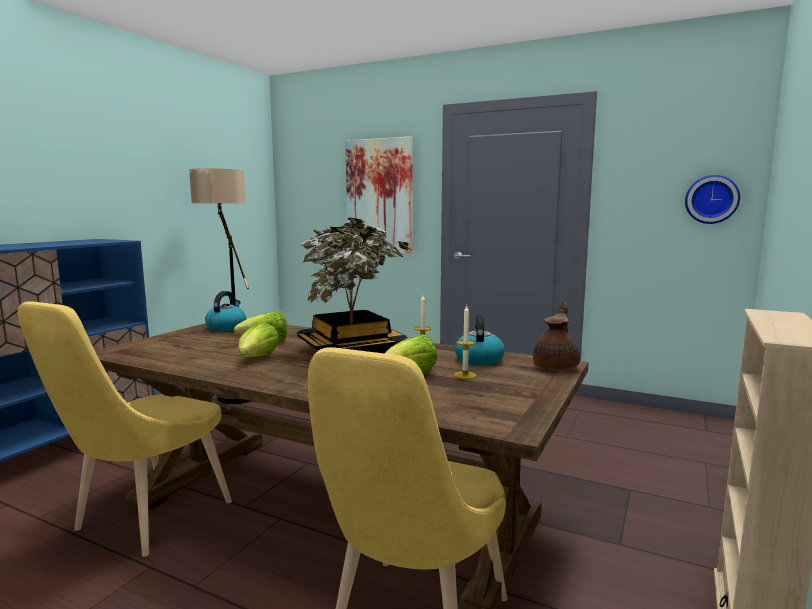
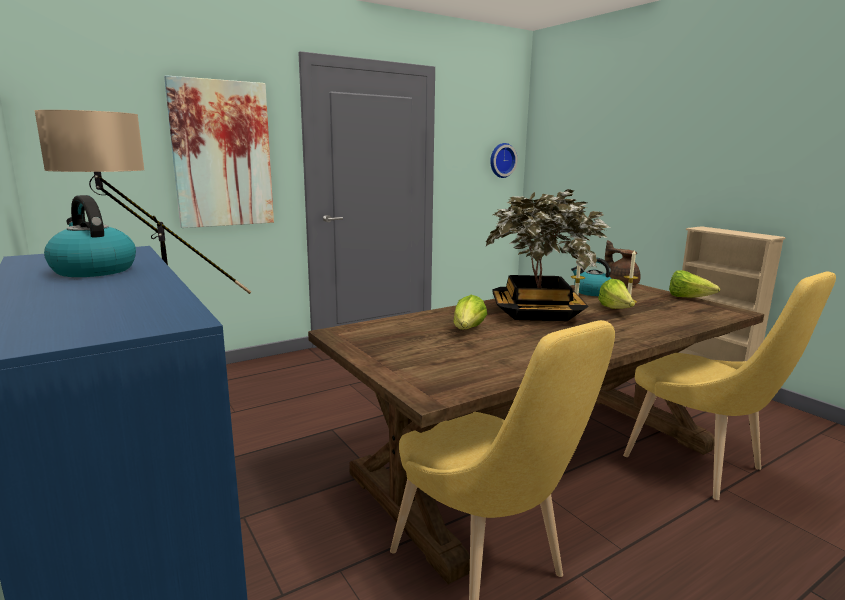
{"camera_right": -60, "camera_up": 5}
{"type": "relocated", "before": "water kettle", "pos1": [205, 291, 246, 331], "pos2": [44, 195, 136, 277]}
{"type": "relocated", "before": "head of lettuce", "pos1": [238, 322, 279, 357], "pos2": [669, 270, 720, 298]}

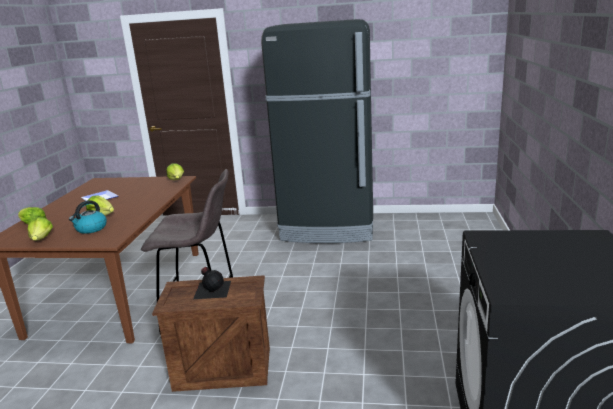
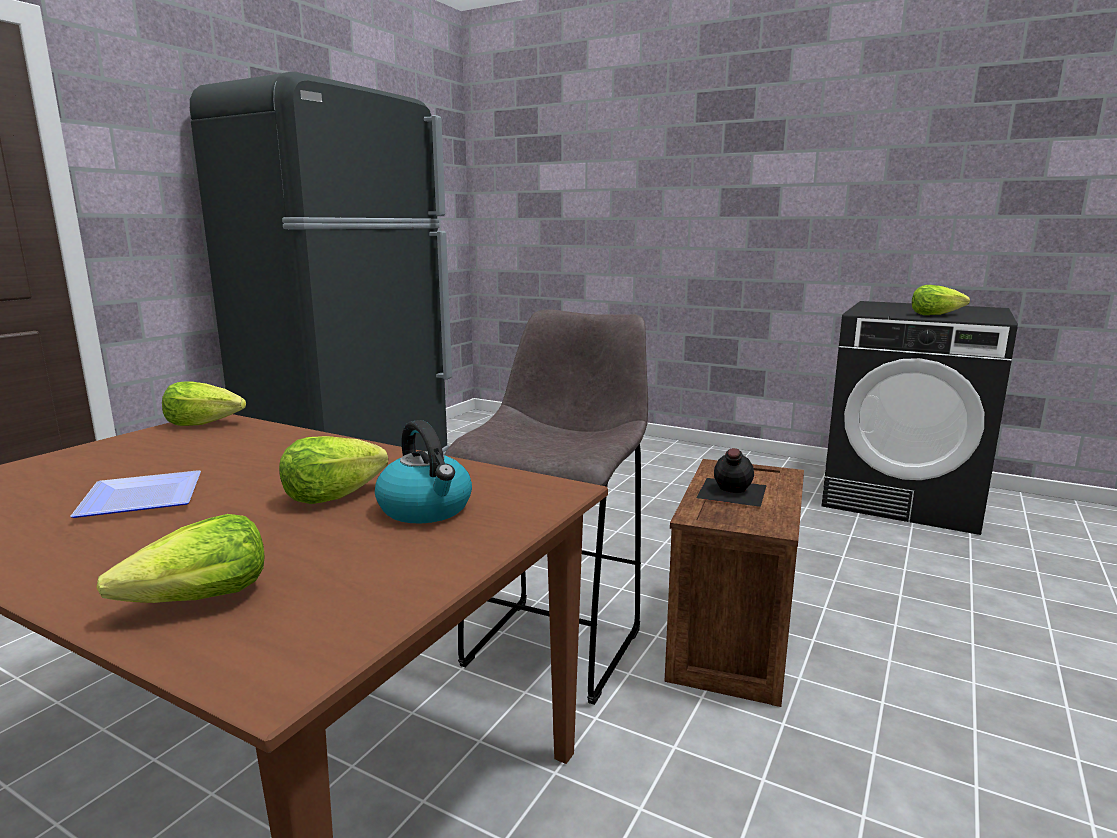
{"camera_right": -70, "camera_up": -5}
{"type": "relocated", "before": "head of lettuce", "pos1": [28, 217, 53, 241], "pos2": [912, 285, 970, 315]}

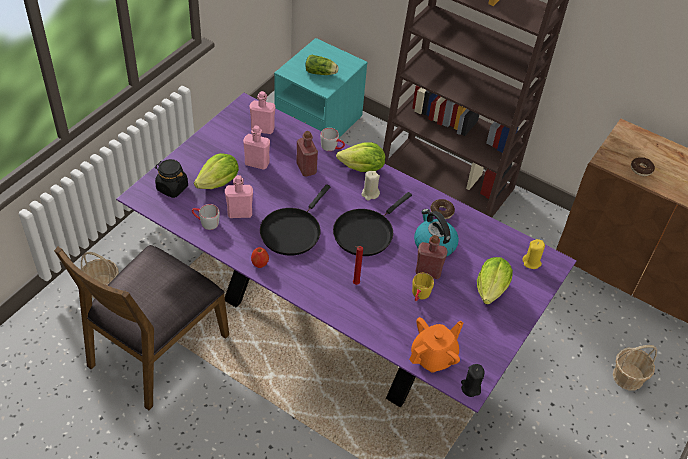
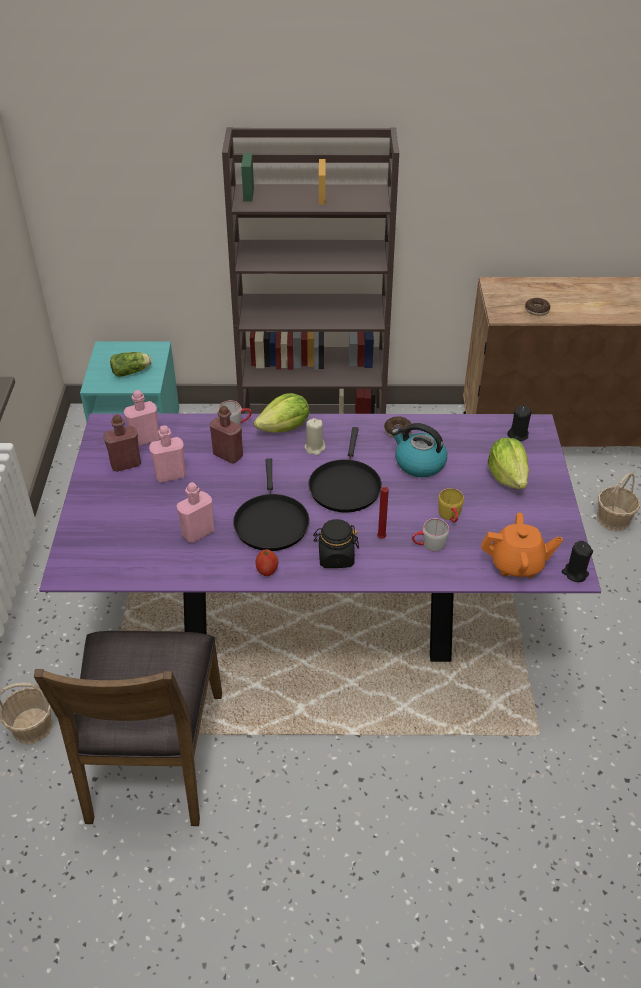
{"camera_right": -30, "camera_up": -5}
{"type": "relocated", "before": "reddish bottle", "pos1": [415, 235, 448, 279], "pos2": [103, 415, 141, 472]}
{"type": "relocated", "before": "blackish jar", "pos1": [155, 159, 188, 198], "pos2": [313, 519, 359, 568]}
{"type": "relocated", "before": "greyish mug", "pos1": [192, 204, 220, 230], "pos2": [412, 518, 449, 552]}
{"type": "spun", "before": "orange-coloured pot for tea", "pos1": [409, 317, 463, 373], "pos2": [481, 512, 563, 578], "turn": 75}
{"type": "colour", "before": "yellowish candle", "after": "blackish candle", "pos1": [523, 239, 545, 269], "pos2": [507, 405, 532, 441]}
{"type": "missing", "before": "head of lettuce", "pos1": [194, 153, 239, 189]}

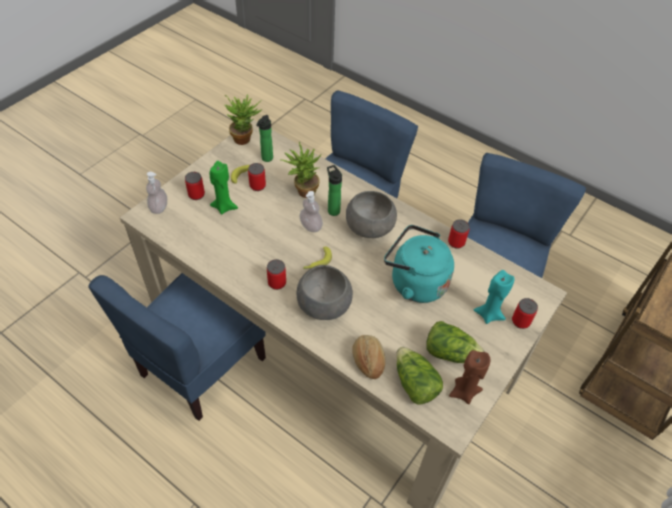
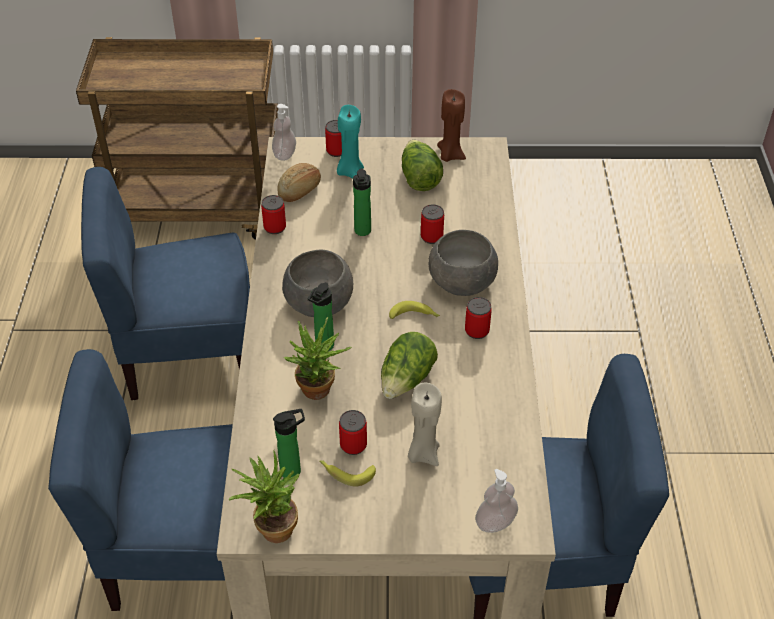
{"camera_right": -125, "camera_up": -5}
{"type": "relocated", "before": "soap dispenser", "pos1": [300, 191, 323, 232], "pos2": [272, 104, 296, 161]}
{"type": "relocated", "before": "bakery bread", "pos1": [352, 335, 385, 379], "pos2": [278, 163, 321, 202]}
{"type": "exchanged", "before": "turquoise-coloured water kettle", "after": "bottle", "pos1": [384, 225, 454, 303], "pos2": [353, 168, 371, 236]}
{"type": "relocated", "before": "head of lettuce", "pos1": [396, 346, 443, 405], "pos2": [381, 332, 438, 399]}
{"type": "colour", "before": "green-coloured candle", "after": "sand-coloured candle", "pos1": [210, 161, 238, 215], "pos2": [408, 383, 442, 466]}
{"type": "relocated", "before": "can", "pos1": [185, 172, 205, 200], "pos2": [421, 204, 444, 244]}

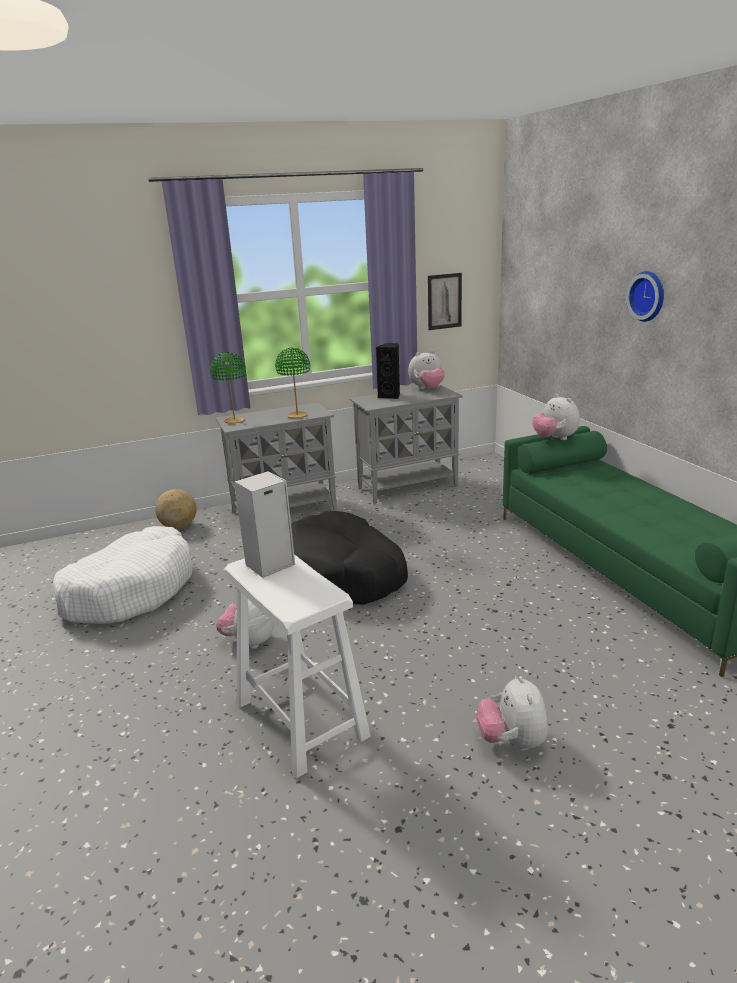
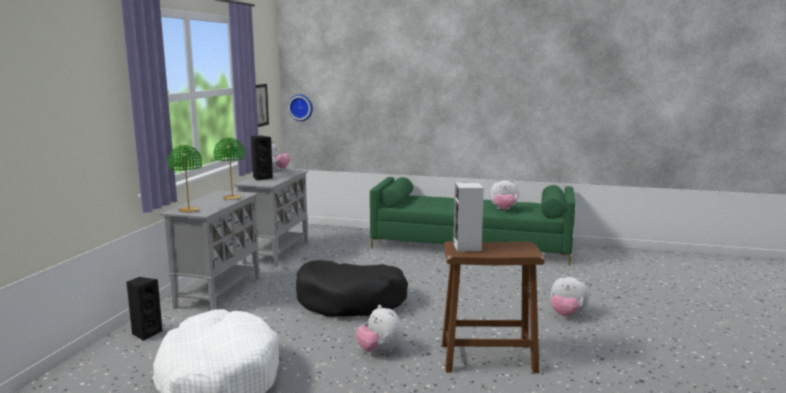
{"camera_right": -55, "camera_up": -10}
{"type": "exchanged", "before": "globe", "after": "blackish audio speaker", "pos1": [155, 489, 197, 529], "pos2": [126, 277, 163, 341]}
{"type": "relocated", "before": "hanging clock", "pos1": [626, 271, 664, 322], "pos2": [288, 94, 313, 121]}
{"type": "colour", "before": "white sitting stool", "after": "brown-coloured sitting stool", "pos1": [223, 554, 371, 778], "pos2": [442, 241, 544, 373]}
{"type": "relocated", "before": "cuddly toy", "pos1": [532, 394, 580, 440], "pos2": [490, 179, 519, 210]}

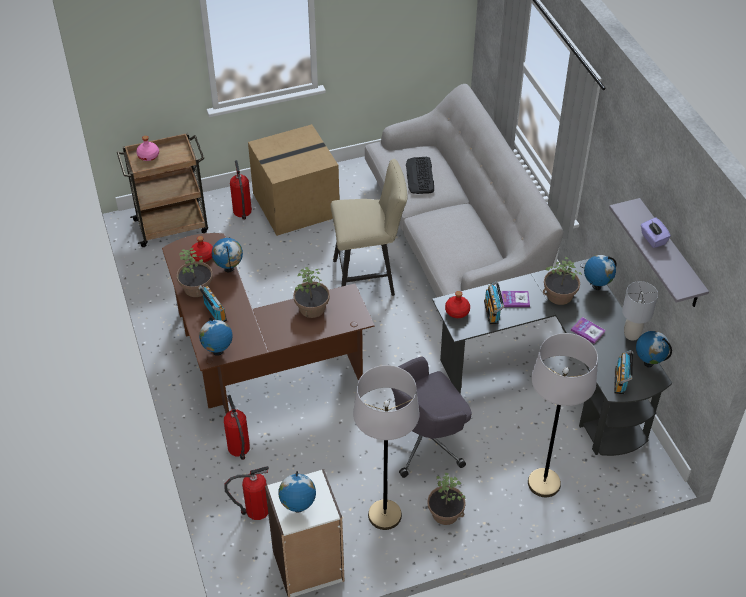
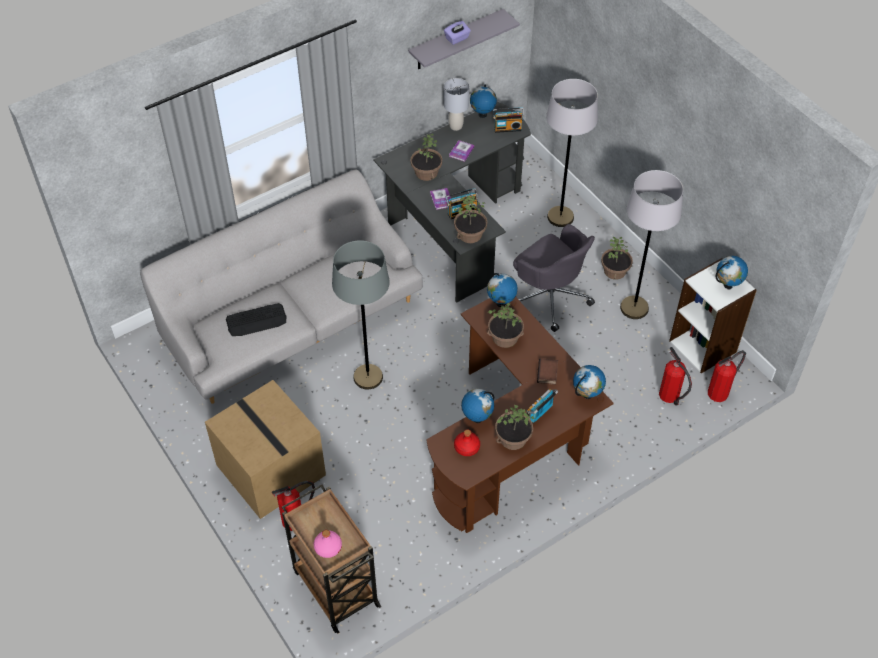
{"camera_right": -105, "camera_up": 5}
{"type": "exchanged", "before": "sand-coloured sitting stool", "after": "greyish floor lamp", "pos1": [331, 159, 407, 296], "pos2": [332, 240, 390, 389]}
{"type": "exchanged", "before": "reddish bottle", "after": "potted plant", "pos1": [445, 291, 470, 318], "pos2": [454, 196, 487, 243]}
{"type": "relocated", "before": "globe", "pos1": [584, 255, 616, 290], "pos2": [487, 273, 518, 307]}
{"type": "appeared", "after": "volume", "pos2": [537, 358, 558, 385]}
{"type": "relocated", "before": "extinguisher", "pos1": [224, 395, 250, 460], "pos2": [708, 350, 746, 402]}

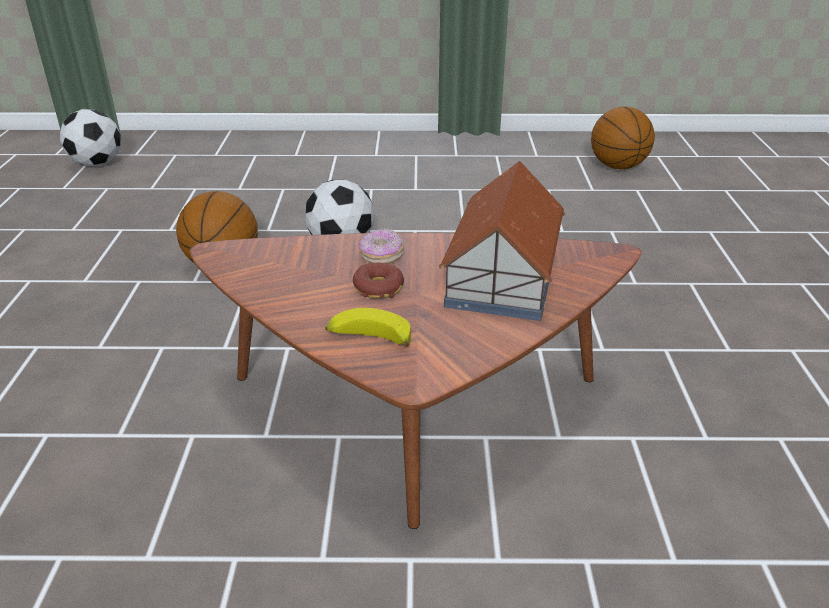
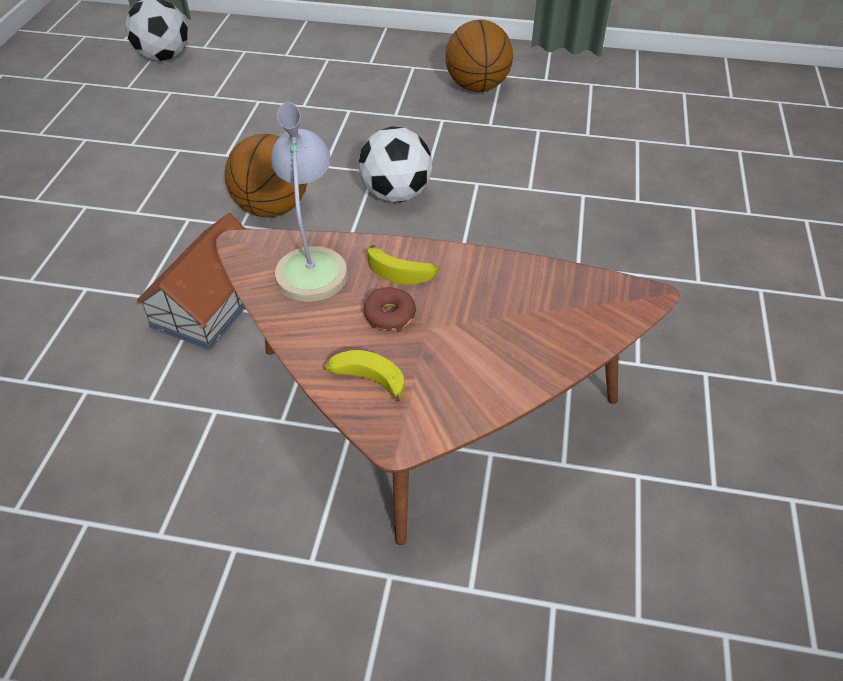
{"camera_right": 10, "camera_up": 15}
{"type": "relocated", "before": "model house", "pos1": [439, 161, 565, 321], "pos2": [135, 213, 246, 350]}
{"type": "appeared", "after": "table lamp", "pos2": [271, 102, 348, 302]}
{"type": "exchanged", "before": "doughnut", "after": "banana fruit", "pos1": [358, 229, 404, 264], "pos2": [367, 245, 440, 285]}
{"type": "relocated", "before": "basketball ball", "pos1": [591, 107, 655, 169], "pos2": [445, 20, 513, 92]}

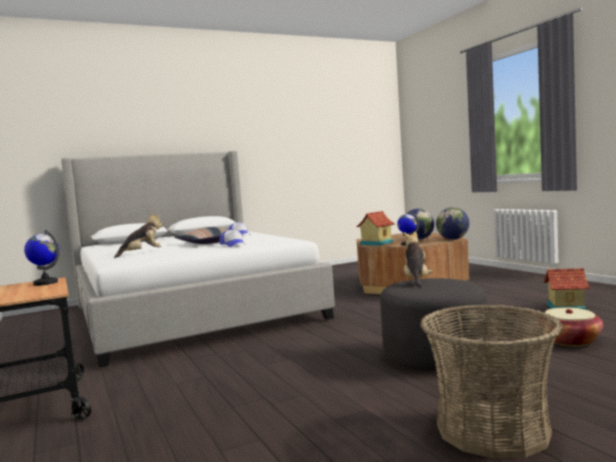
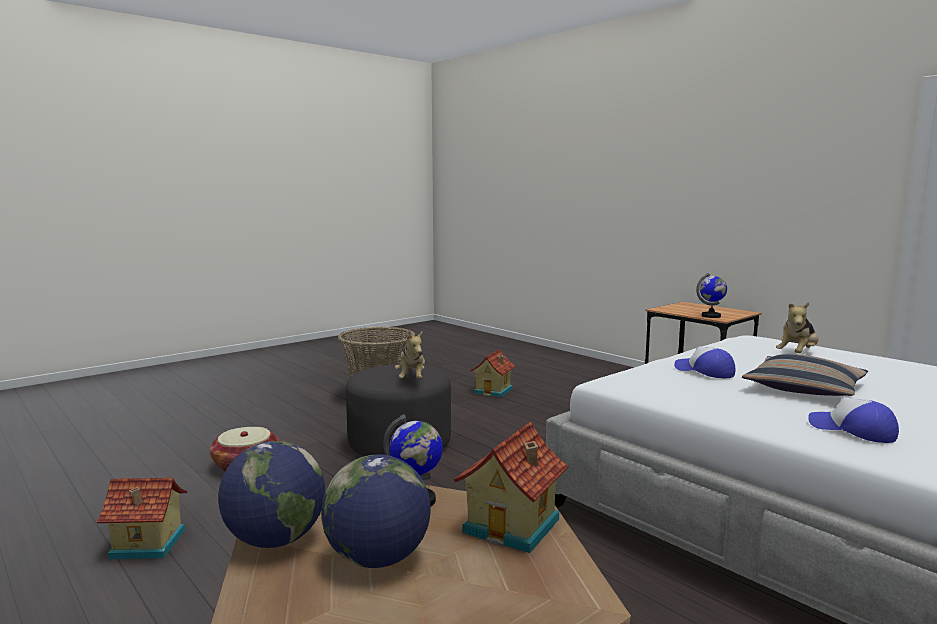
{"camera_right": 165, "camera_up": 5}
{"type": "appeared", "after": "model house", "pos2": [470, 349, 516, 397]}

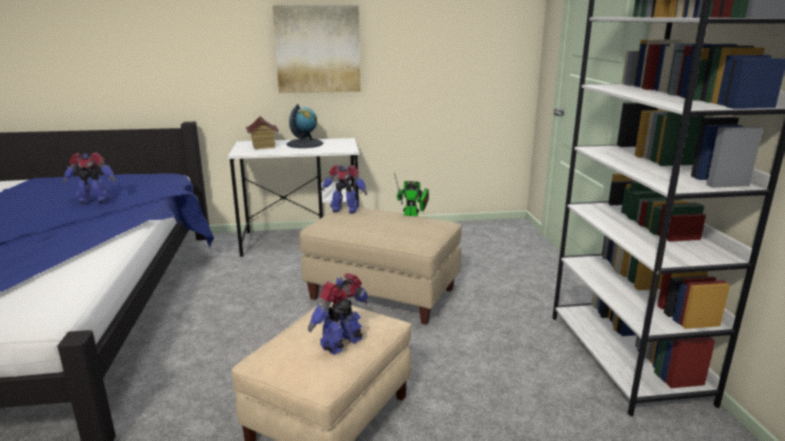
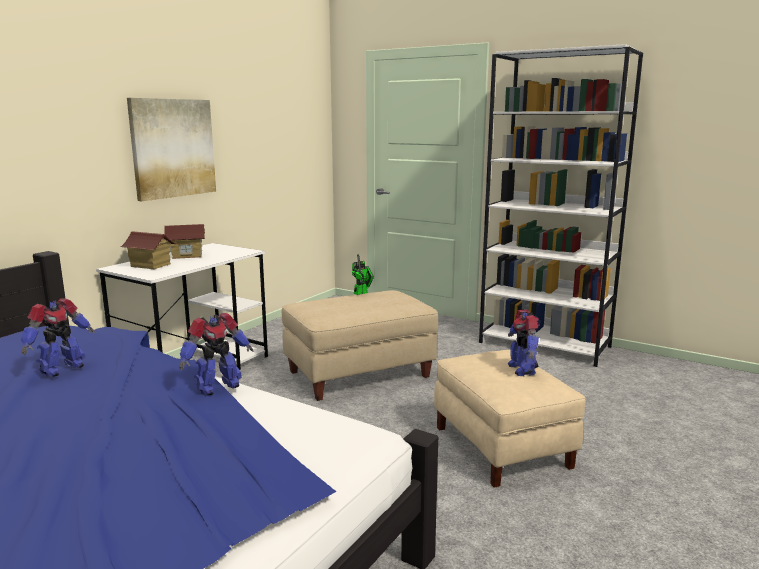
{"camera_right": -50, "camera_up": -5}
{"type": "exchanged", "before": "globe", "after": "model house", "pos1": [286, 104, 323, 148], "pos2": [164, 224, 205, 259]}
{"type": "relocated", "before": "model robot", "pos1": [321, 164, 367, 214], "pos2": [179, 313, 253, 396]}

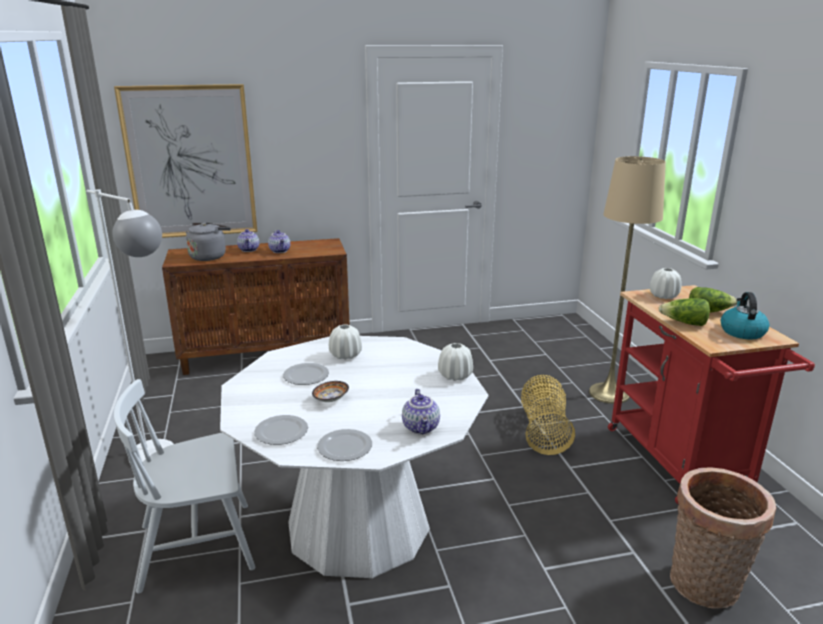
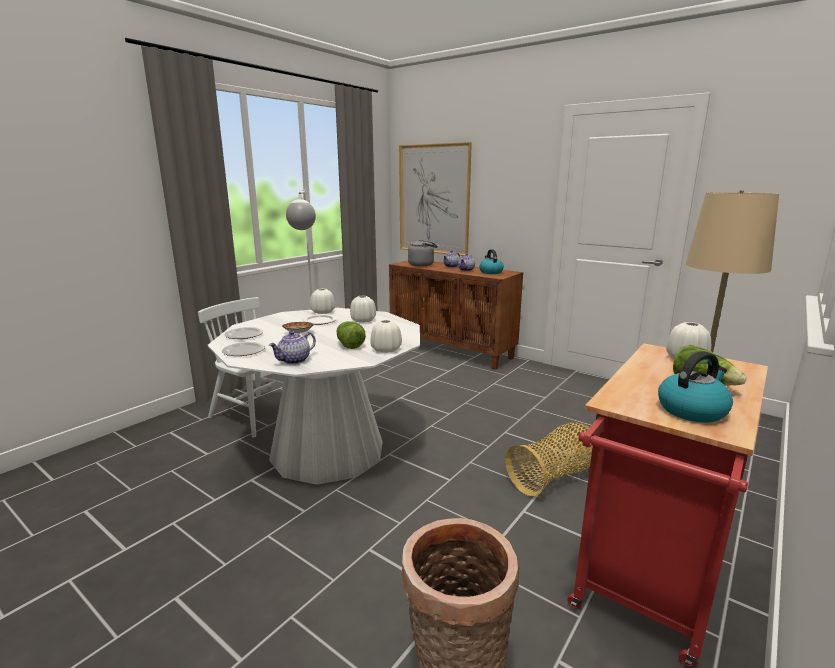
{"camera_right": 50, "camera_up": -5}
{"type": "appeared", "after": "white decorative vase", "pos2": [310, 289, 335, 314]}
{"type": "relocated", "before": "head of lettuce", "pos1": [658, 298, 710, 326], "pos2": [336, 321, 366, 349]}
{"type": "appeared", "after": "water kettle", "pos2": [479, 249, 504, 274]}

